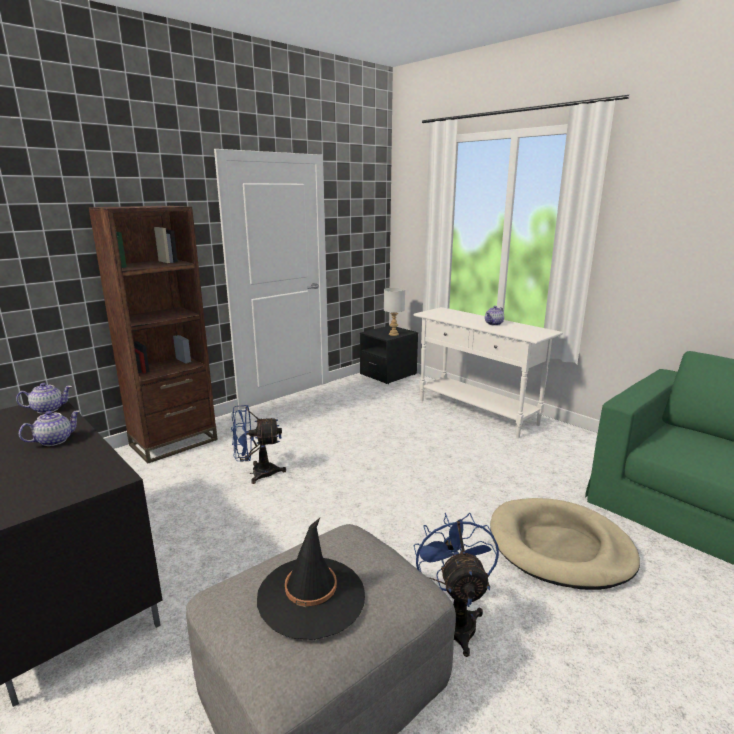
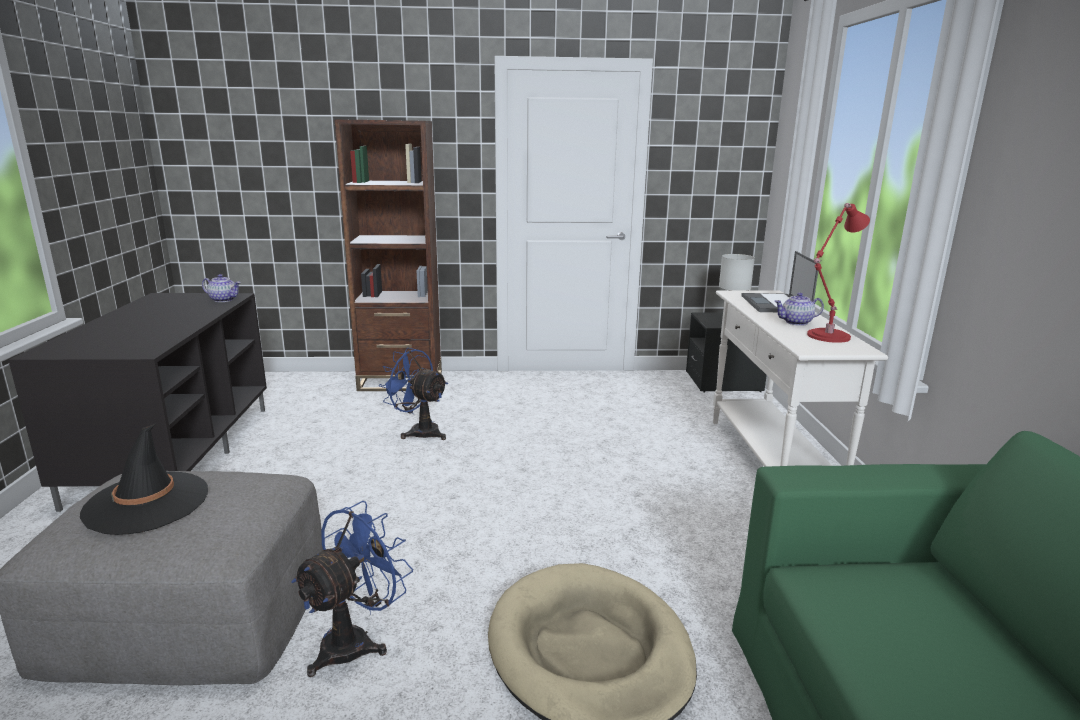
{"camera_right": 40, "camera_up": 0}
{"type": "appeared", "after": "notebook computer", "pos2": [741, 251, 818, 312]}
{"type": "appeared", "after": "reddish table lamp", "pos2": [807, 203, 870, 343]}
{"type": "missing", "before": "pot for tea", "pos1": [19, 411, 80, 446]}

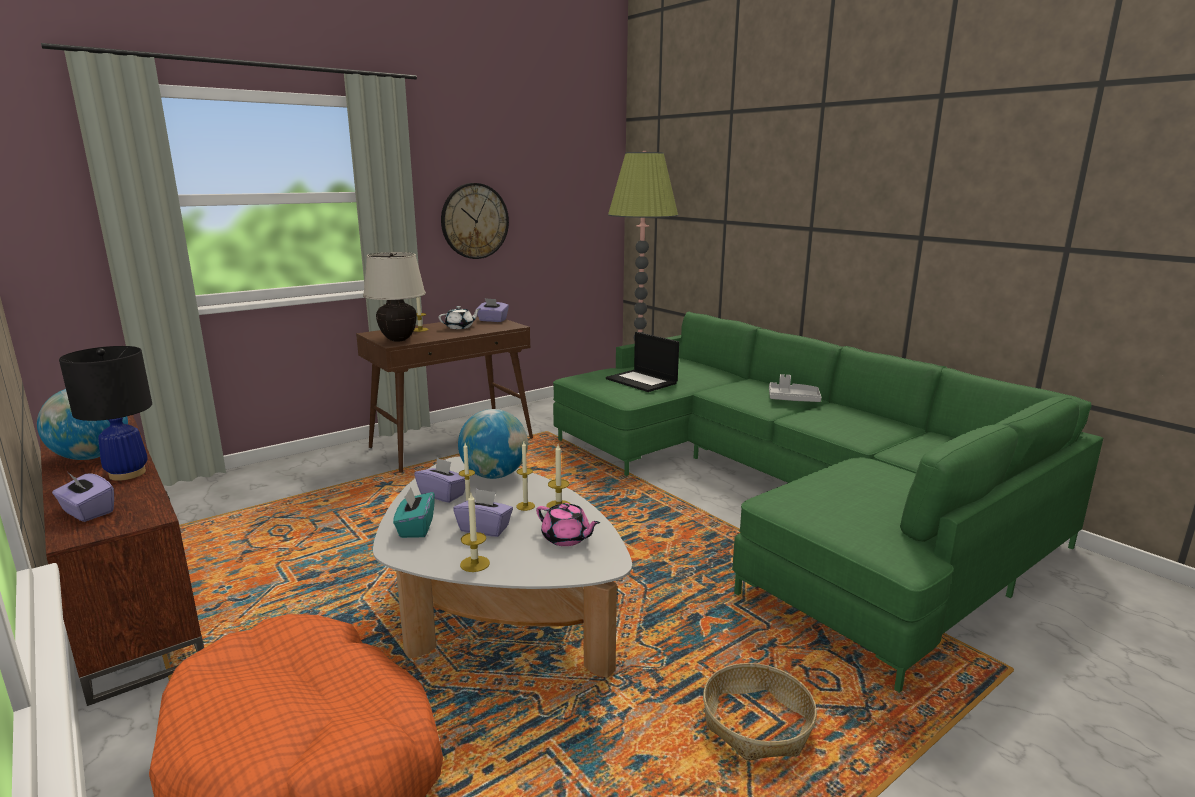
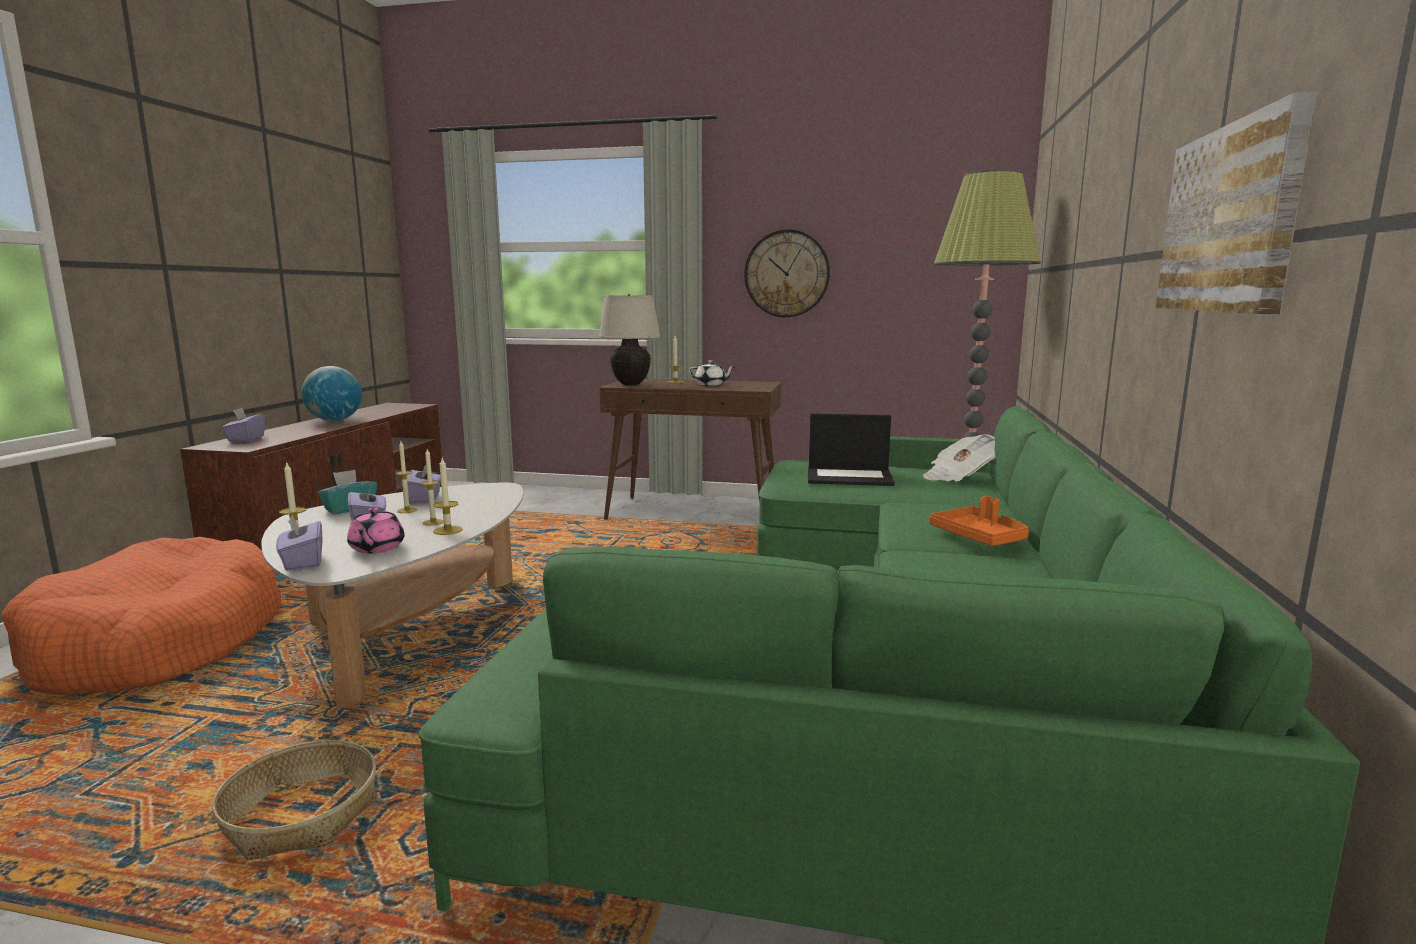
{"camera_right": 50, "camera_up": -5}
{"type": "relocated", "before": "purple box of tissues", "pos1": [477, 298, 509, 322], "pos2": [276, 515, 323, 571]}
{"type": "spun", "before": "notebook computer", "pos1": [606, 332, 679, 392], "pos2": [808, 413, 895, 486], "turn": -90}
{"type": "appeared", "after": "daily paper", "pos2": [923, 434, 996, 481]}
{"type": "colour", "before": "greyish tray", "after": "orange-coloured tray", "pos1": [769, 374, 822, 402], "pos2": [929, 496, 1029, 546]}
{"type": "appeared", "after": "wall art", "pos2": [1156, 92, 1317, 314]}
{"type": "missing", "before": "blackish table lamp", "pos1": [59, 346, 152, 481]}
{"type": "missing", "before": "globe", "pos1": [458, 409, 528, 479]}

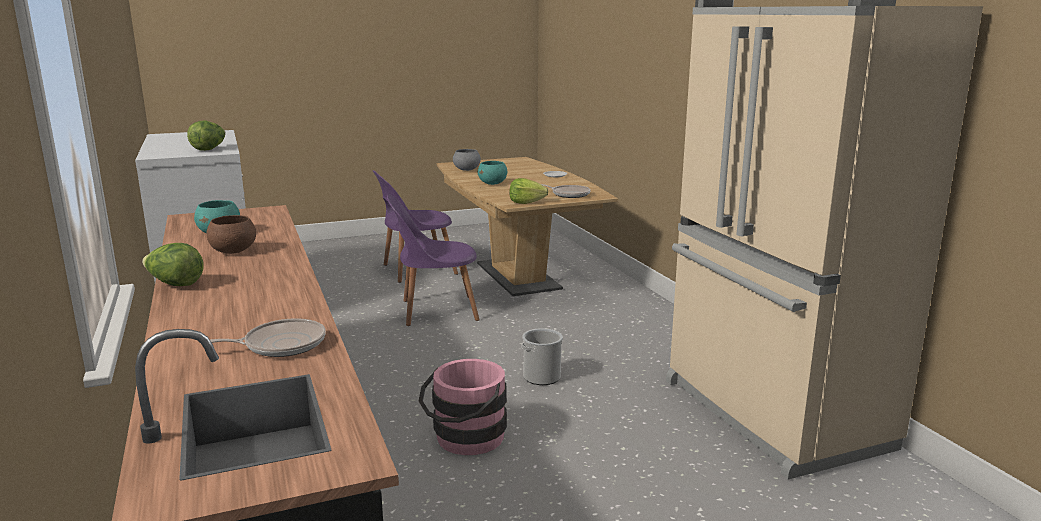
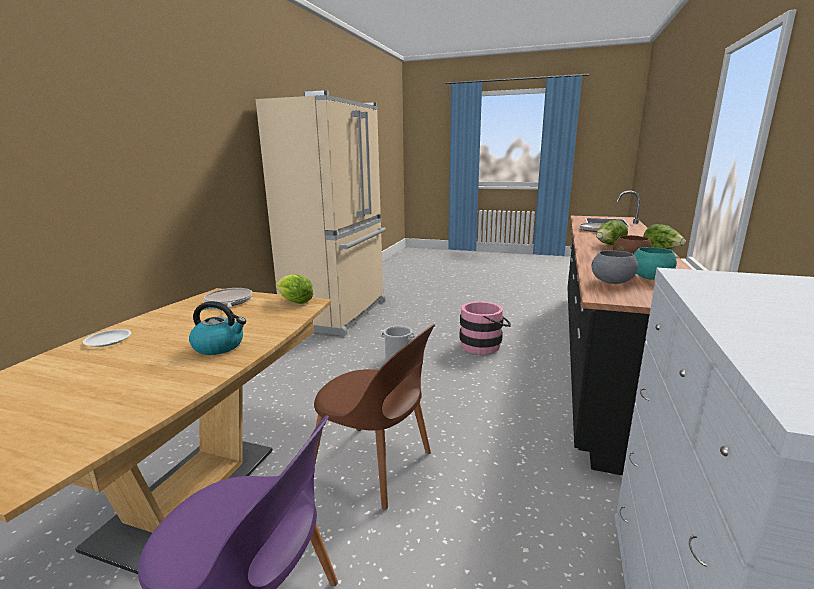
{"camera_right": -140, "camera_up": 0}
{"type": "exchanged", "before": "turquoise-coloured deep dish", "after": "water kettle", "pos1": [478, 161, 507, 185], "pos2": [189, 301, 246, 355]}
{"type": "colour", "before": "purple upright chair", "after": "brown-coloured upright chair", "pos1": [387, 194, 480, 326], "pos2": [314, 324, 435, 510]}
{"type": "relocated", "before": "greyish deep dish", "pos1": [453, 149, 481, 171], "pos2": [591, 250, 638, 284]}
{"type": "relocated", "before": "head of lettuce", "pos1": [187, 120, 225, 151], "pos2": [596, 220, 628, 245]}

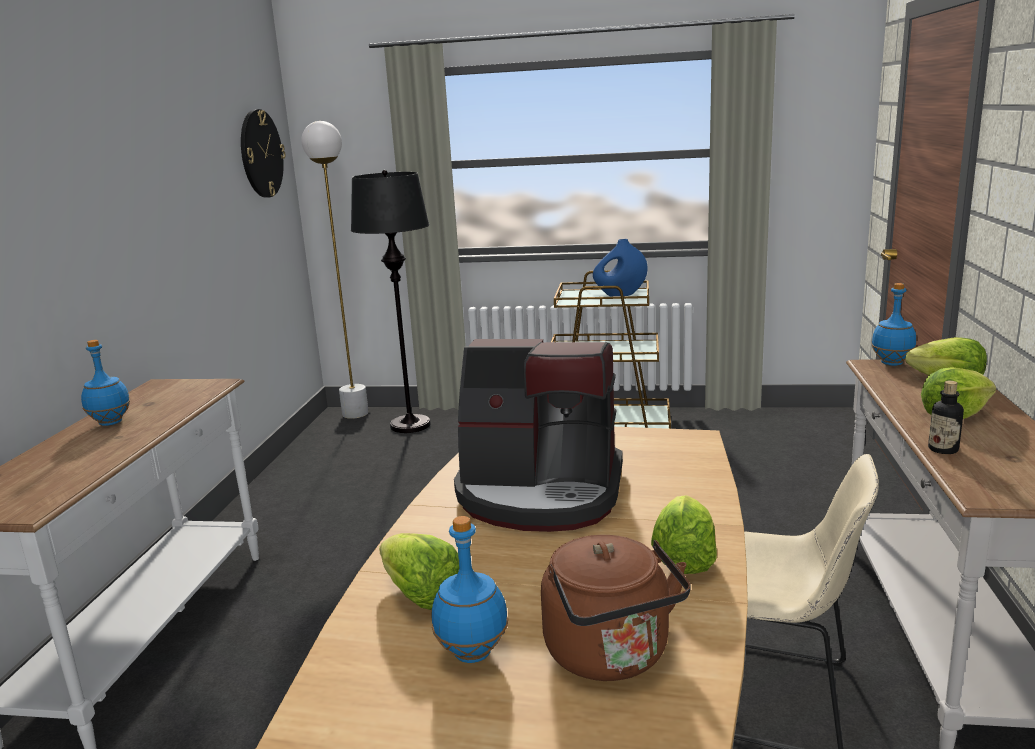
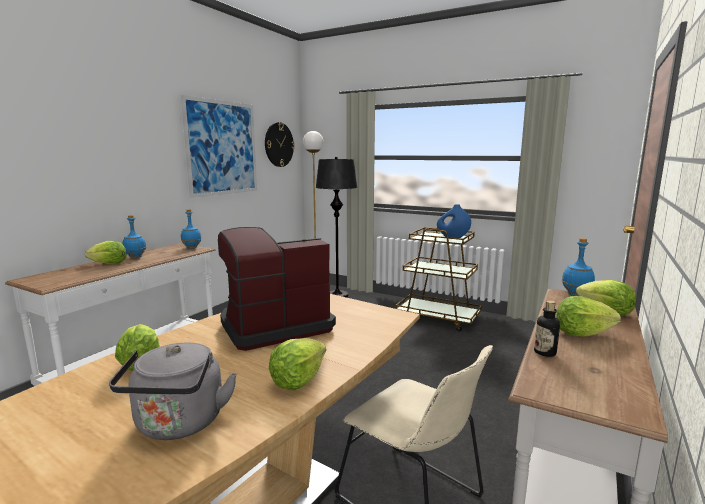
{"camera_right": 20, "camera_up": -5}
{"type": "appeared", "after": "head of lettuce", "pos2": [85, 241, 127, 264]}
{"type": "colour", "before": "brown-coloured water kettle", "after": "greyish water kettle", "pos1": [541, 535, 691, 681], "pos2": [109, 342, 237, 440]}
{"type": "appeared", "after": "wall art", "pos2": [181, 95, 257, 198]}
{"type": "relocated", "before": "blue-coloured bottle", "pos1": [432, 516, 508, 663], "pos2": [181, 209, 202, 249]}
{"type": "spun", "before": "coffee brewer", "pos1": [454, 339, 623, 532], "pos2": [218, 227, 336, 351], "turn": 120}

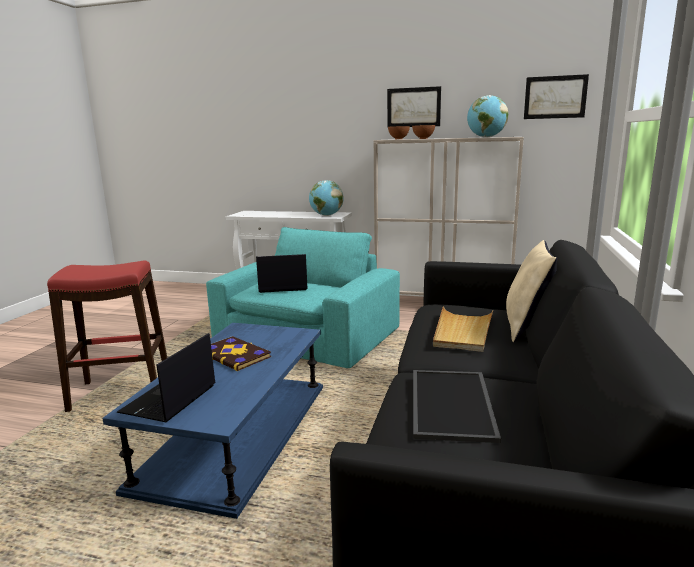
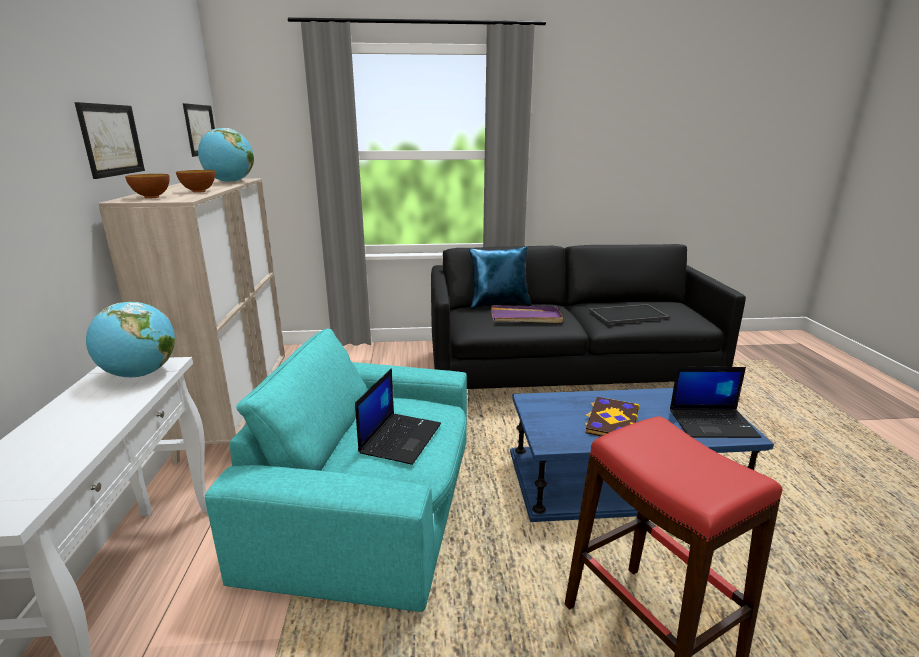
{"camera_right": -110, "camera_up": 5}
{"type": "spun", "before": "notebook computer", "pos1": [256, 254, 308, 293], "pos2": [355, 368, 441, 465], "turn": -135}
{"type": "colour", "before": "sand-coloured throw pillow", "after": "blue-coloured throw pillow", "pos1": [506, 240, 557, 342], "pos2": [469, 246, 532, 309]}
{"type": "colour", "before": "sand-coloured tray", "after": "purple tray", "pos1": [433, 306, 493, 352], "pos2": [491, 305, 563, 323]}

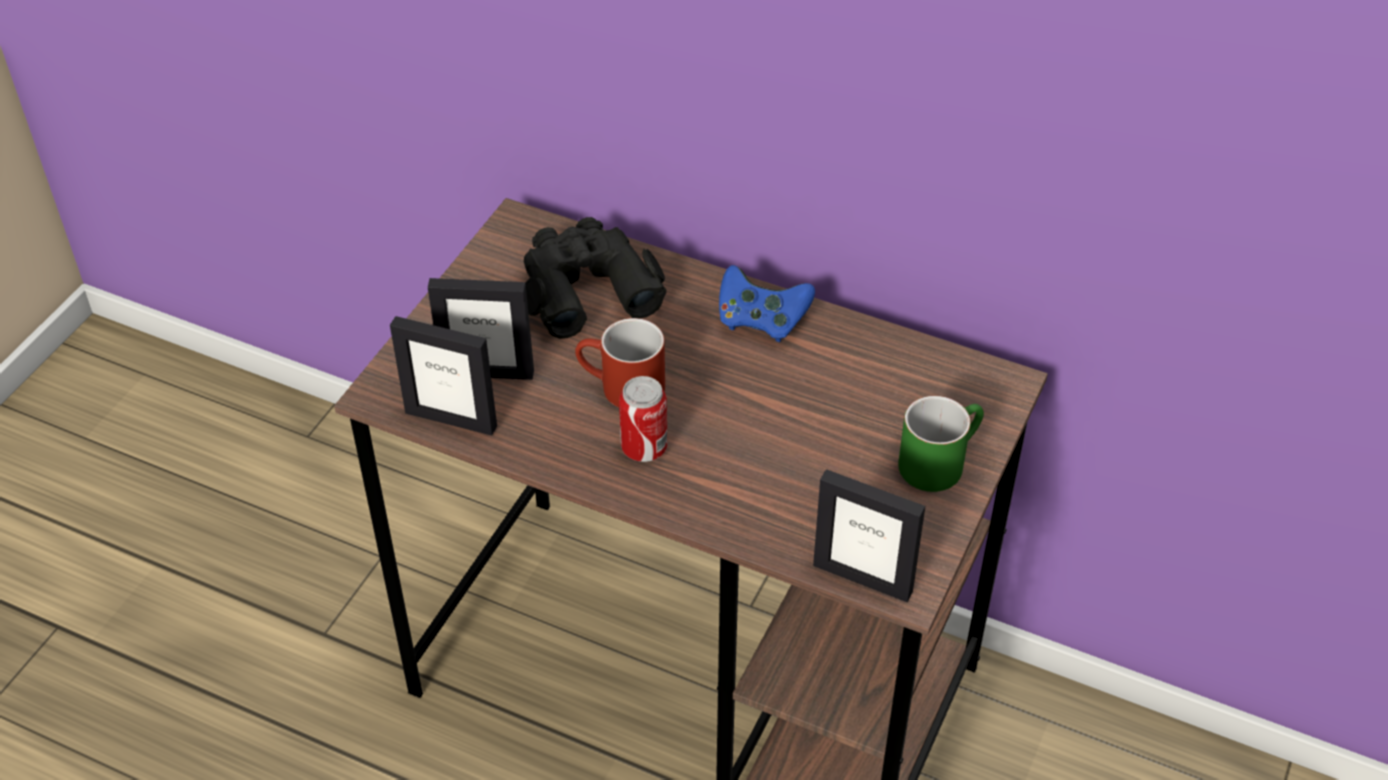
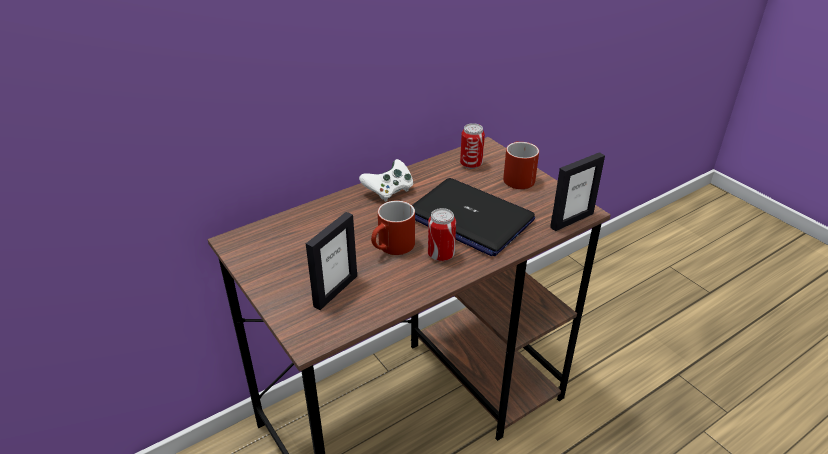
{"camera_right": -60, "camera_up": -10}
{"type": "colour", "before": "blue-coloured game controller", "after": "white game controller", "pos1": [719, 265, 815, 342], "pos2": [359, 159, 413, 202]}
{"type": "appeared", "after": "notebook computer", "pos2": [412, 178, 535, 256]}
{"type": "appeared", "after": "can", "pos2": [460, 123, 485, 169]}
{"type": "colour", "before": "green-coloured mug", "after": "reddish mug", "pos1": [898, 396, 984, 492], "pos2": [503, 141, 539, 189]}
{"type": "missing", "before": "standing frame", "pos1": [390, 316, 497, 436]}
{"type": "missing", "before": "blackish field glasses", "pos1": [524, 217, 667, 339]}

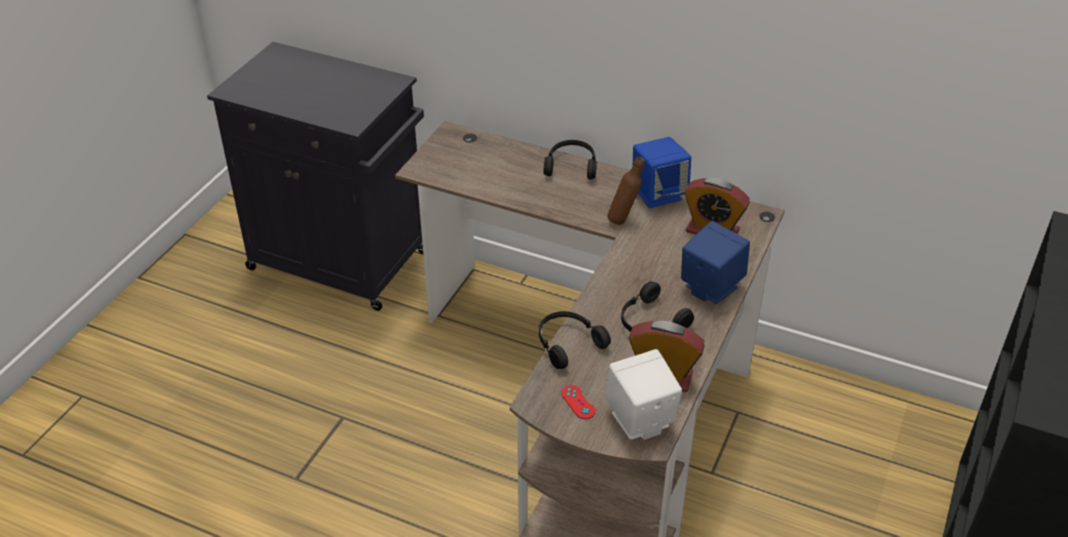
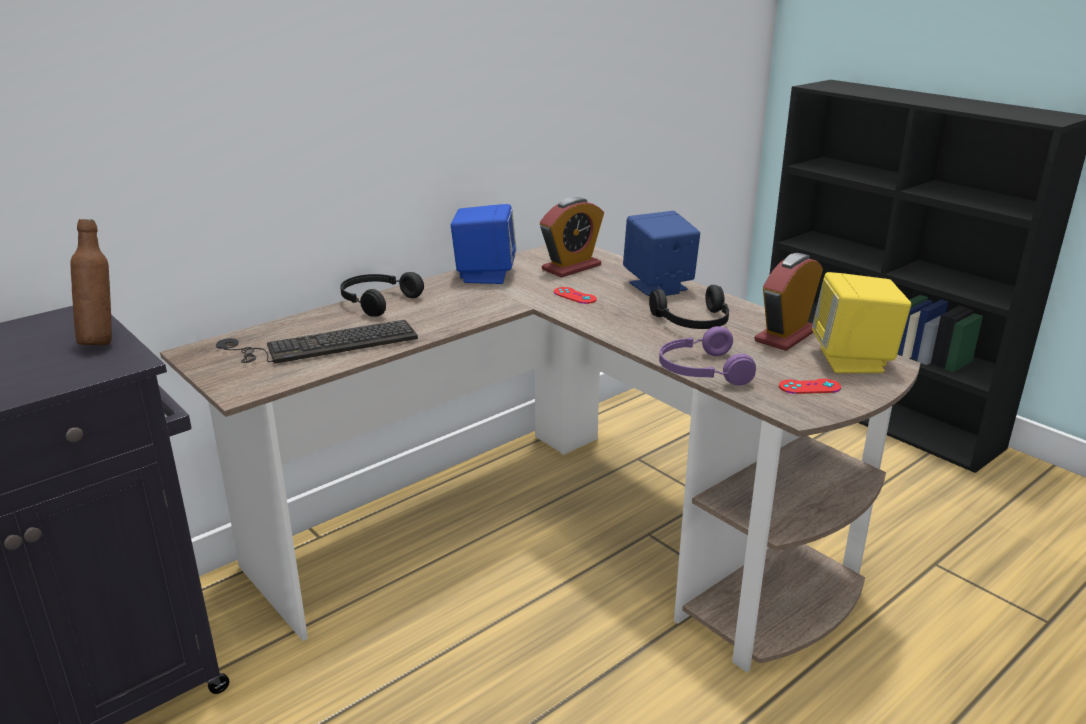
{"camera_right": -65, "camera_up": -15}
{"type": "relocated", "before": "brown-coloured bottle", "pos1": [607, 157, 645, 225], "pos2": [70, 219, 112, 345]}
{"type": "appeared", "after": "PC keyboard", "pos2": [216, 320, 418, 364]}
{"type": "appeared", "after": "reddish game controller", "pos2": [554, 287, 597, 304]}
{"type": "colour", "before": "blackish headset", "after": "purple headset", "pos1": [539, 311, 611, 369], "pos2": [659, 326, 756, 386]}
{"type": "colour", "before": "white audio speaker", "after": "yellowish audio speaker", "pos1": [605, 349, 682, 440], "pos2": [812, 272, 911, 373]}

